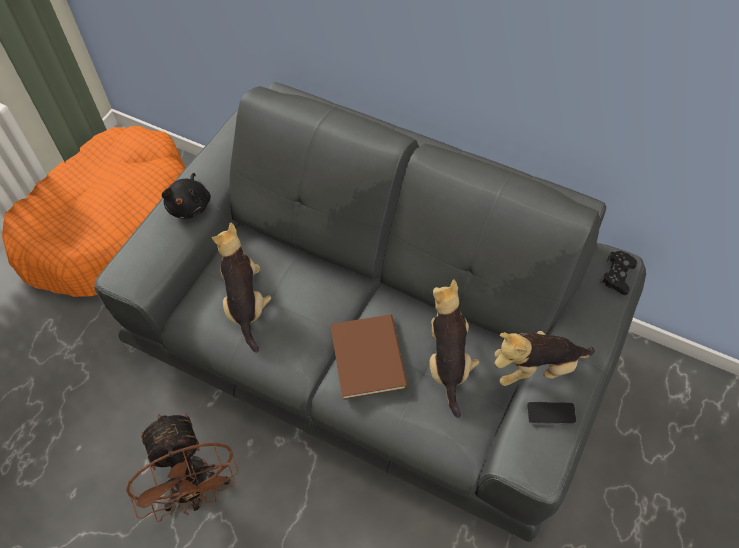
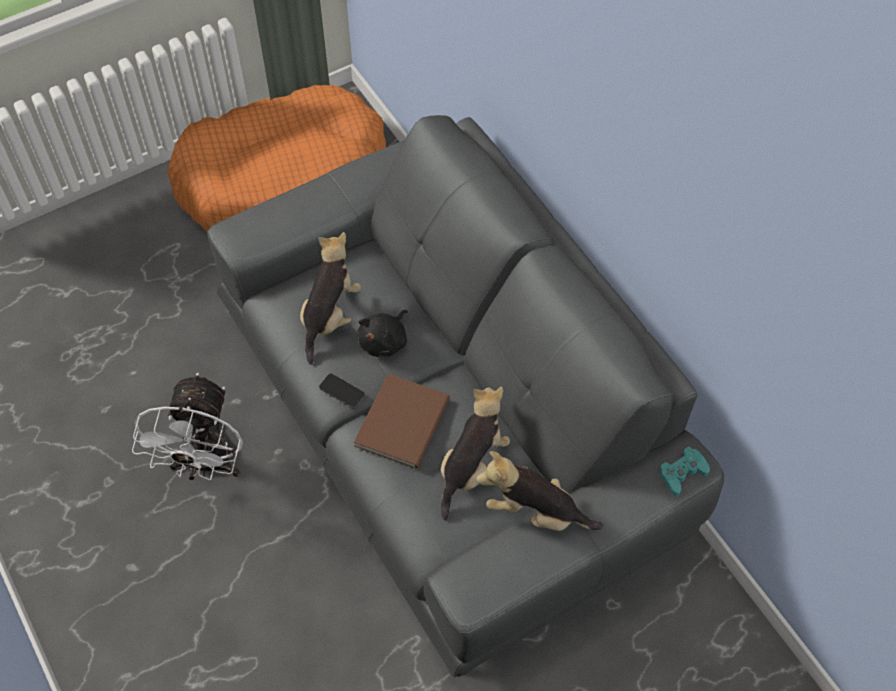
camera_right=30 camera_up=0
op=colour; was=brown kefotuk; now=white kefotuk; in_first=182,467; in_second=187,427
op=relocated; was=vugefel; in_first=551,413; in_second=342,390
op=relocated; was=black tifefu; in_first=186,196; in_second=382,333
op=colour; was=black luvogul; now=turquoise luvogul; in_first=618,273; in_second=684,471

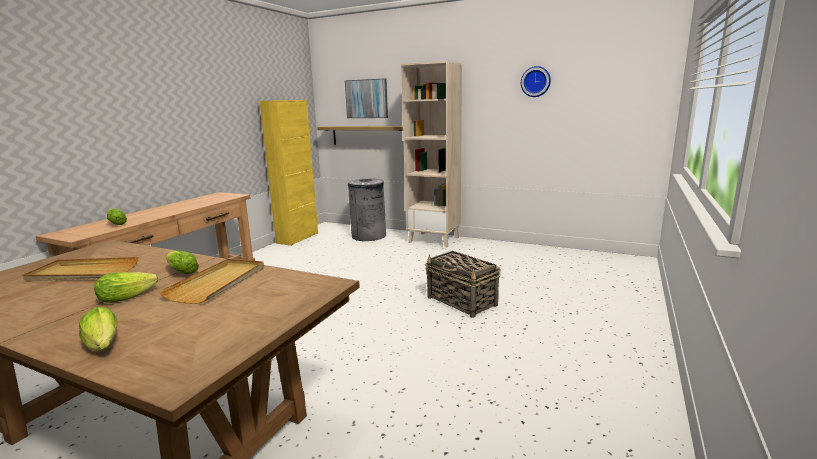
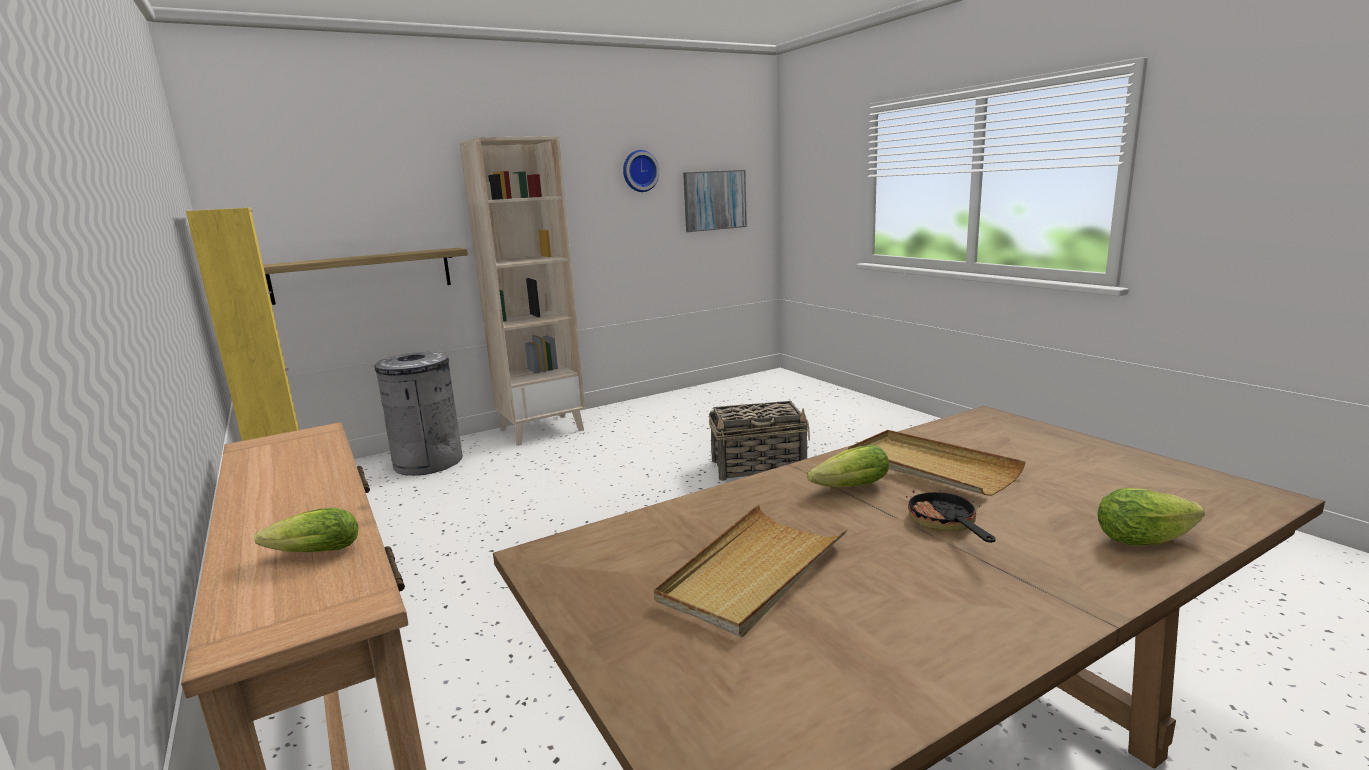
camera_right=-55 camera_up=0
op=relocated; was=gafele; in_first=366,98; in_second=715,201
op=exchanged; was=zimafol; now=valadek; in_first=126,287; in_second=950,512

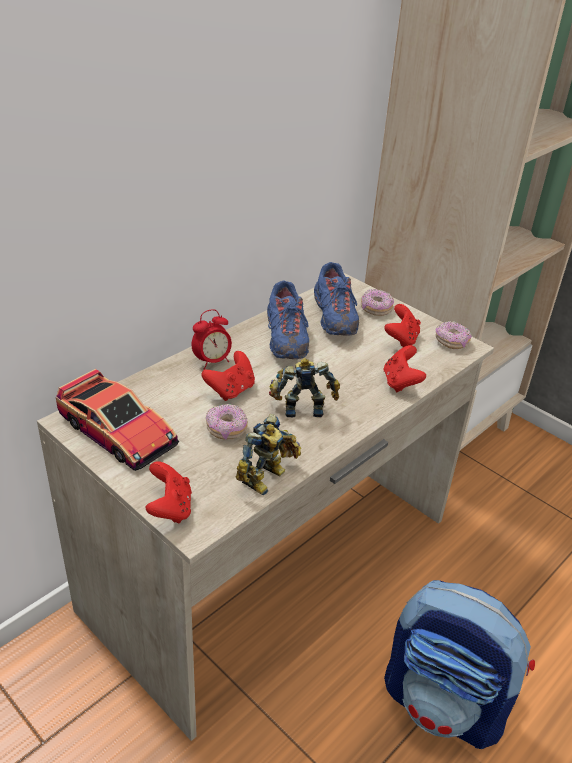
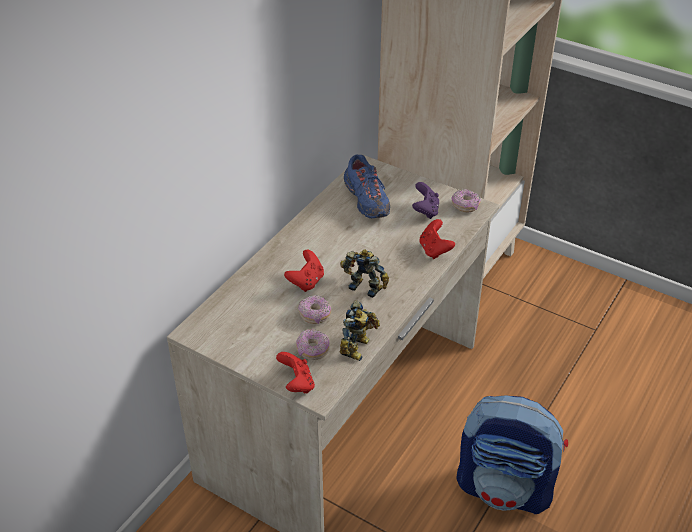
camera_right=-10 camera_up=5
op=relocated; was=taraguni; in_first=377,302; in_second=313,344
op=spun; was=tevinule; in_first=304,388; in_second=364,273; clockwise=45
op=colour; was=red luvogul; now=purple luvogul; in_first=402,325; in_second=425,200
op=missing; was=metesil; in_first=117,420
op=missing; was=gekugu; in_first=212,339
op=missing; was=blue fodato; in_first=288,320

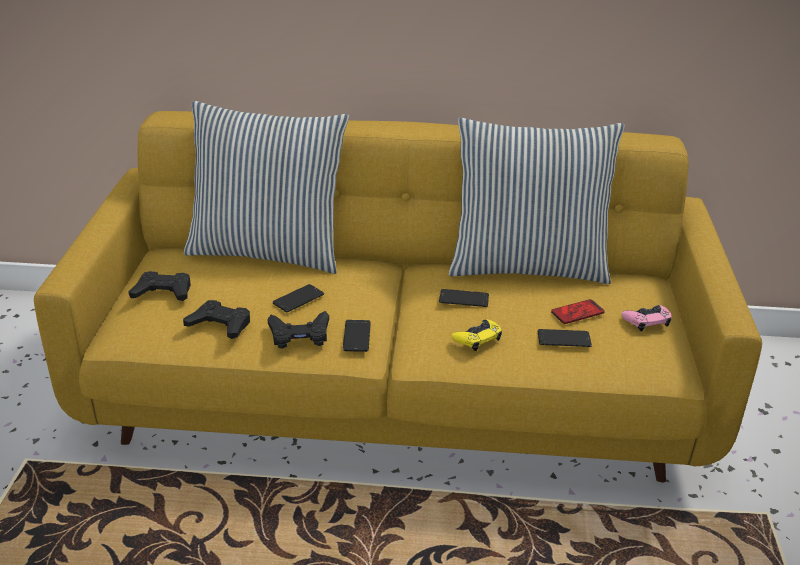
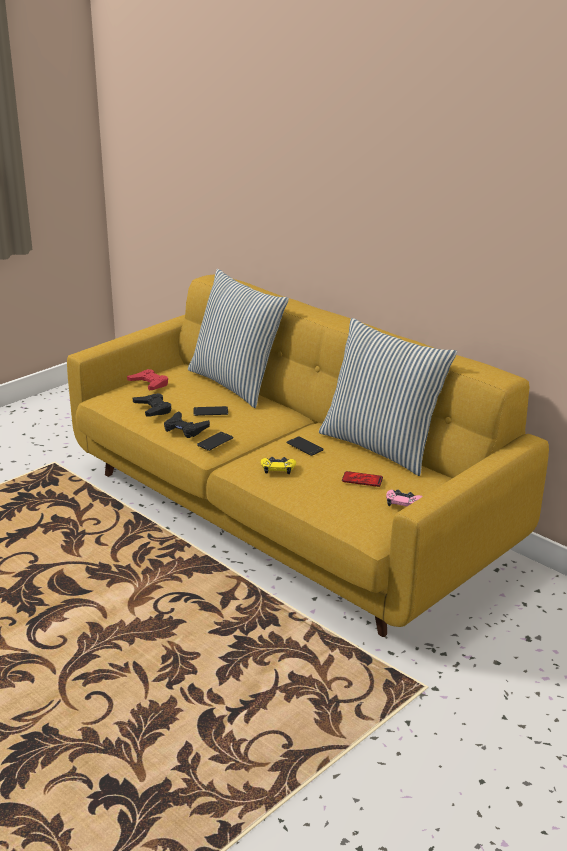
camera_right=40 camera_up=-5
op=colour; was=black luvogul; now=red luvogul; in_first=159,286; in_second=147,379
op=missing; was=vugefel; in_first=565,338

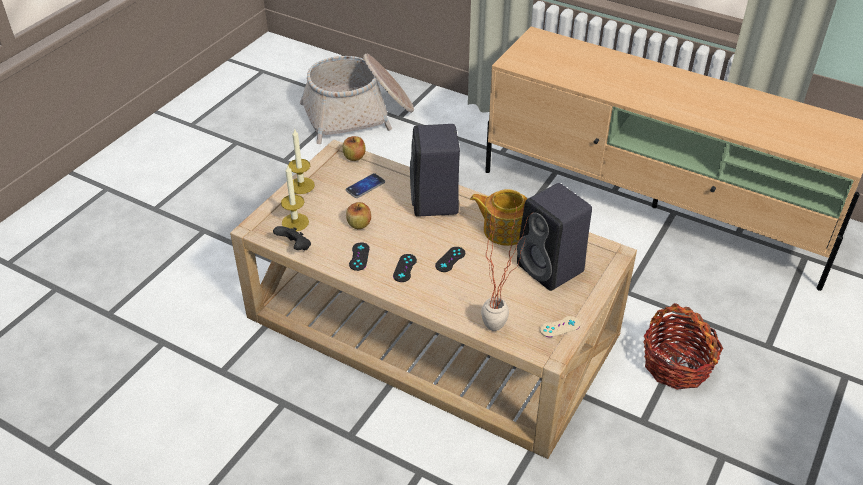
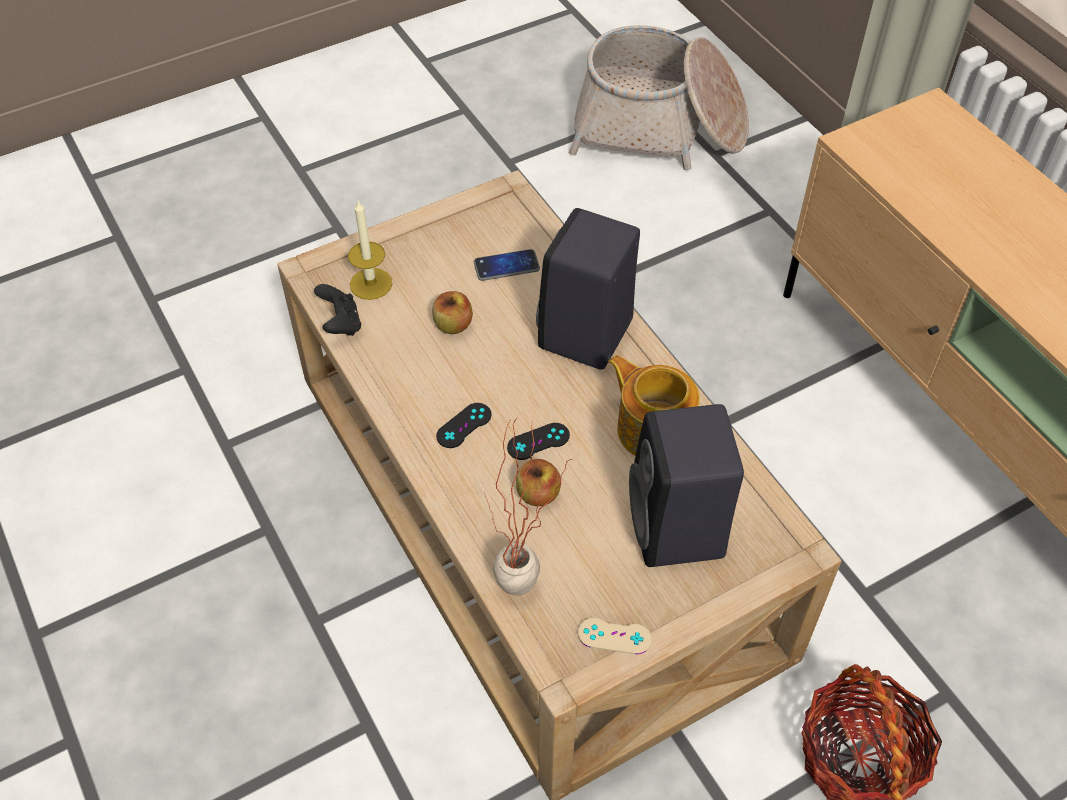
camera_right=30 camera_up=10
op=relocated; was=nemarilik; in_first=354,148; in_second=538,482
op=missing; was=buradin; in_first=301,161
op=missing; was=black luvogul; in_first=359,256

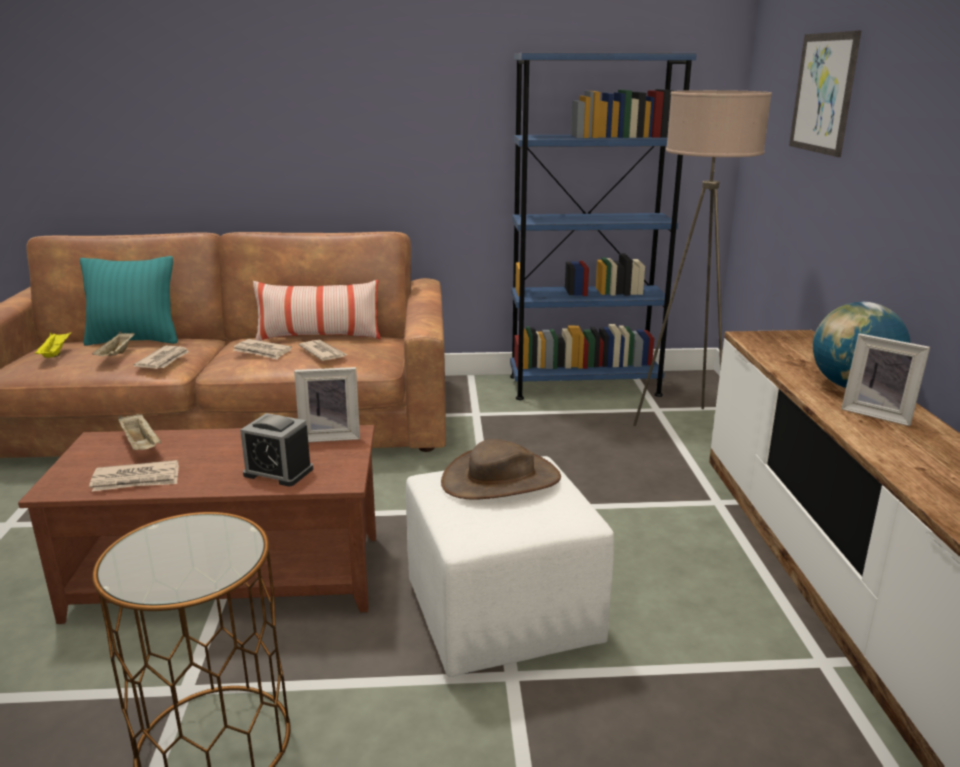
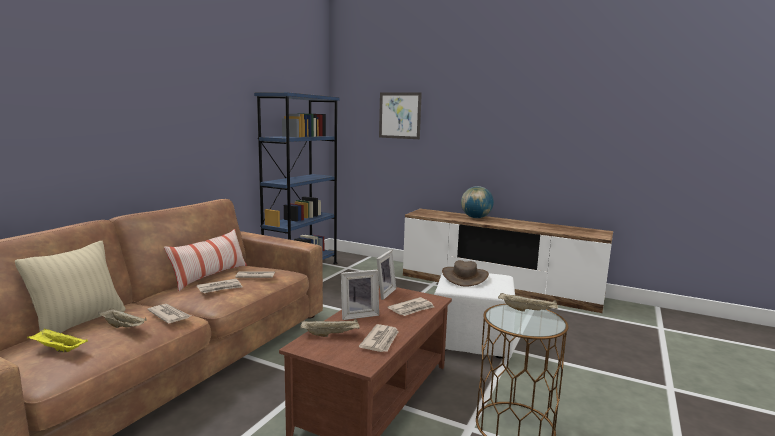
camera_right=-60 camera_up=-10
op=colour; was=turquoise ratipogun; now=beige ratipogun; in_first=129,300; in_second=70,287
op=relocated; was=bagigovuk; in_first=885,379; in_second=360,295
op=exchanged; was=gekugu; now=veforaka; in_first=276,449; in_second=411,306
op=appeared; now=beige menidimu; in_second=528,302
op=missing; was=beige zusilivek; in_first=702,258

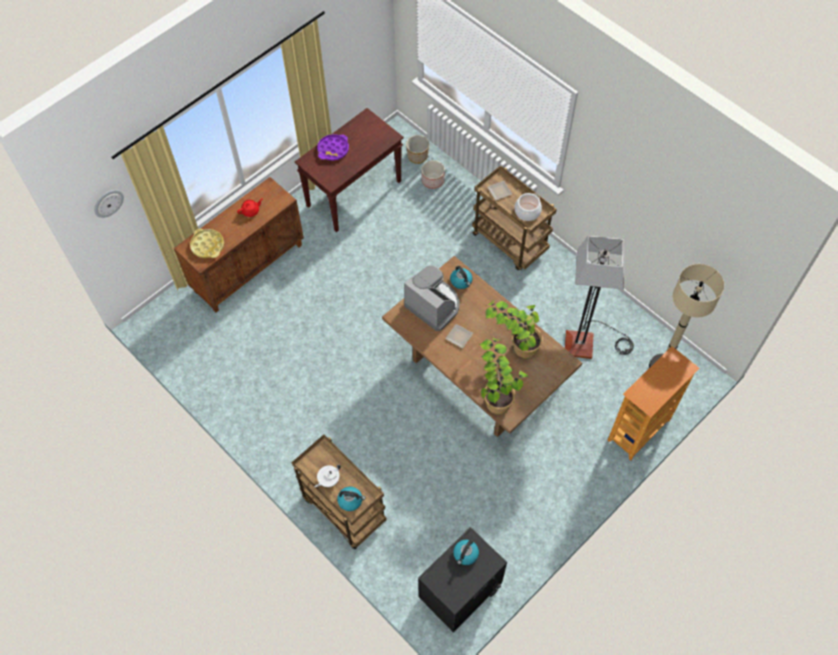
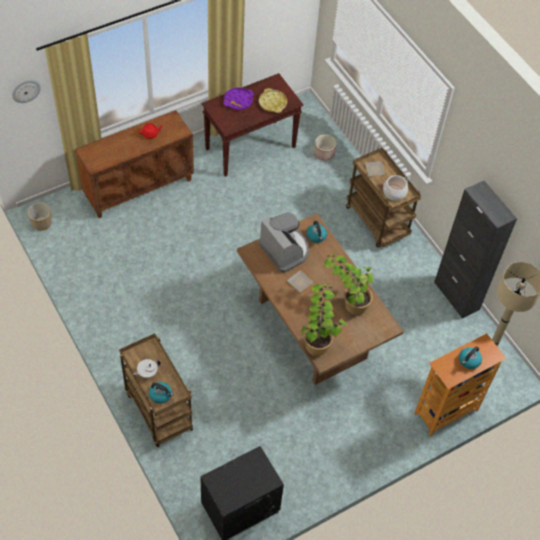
camera_right=10 camera_up=-5
op=relocated; was=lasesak; in_first=417,149; in_second=39,216
op=relocated; was=yellow menidimu; in_first=207,243; in_second=273,100
op=appeared; now=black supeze; in_second=475,250
op=relocated; was=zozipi; in_first=466,552; in_second=470,357
op=missing; was=zusilivek; in_first=599,297

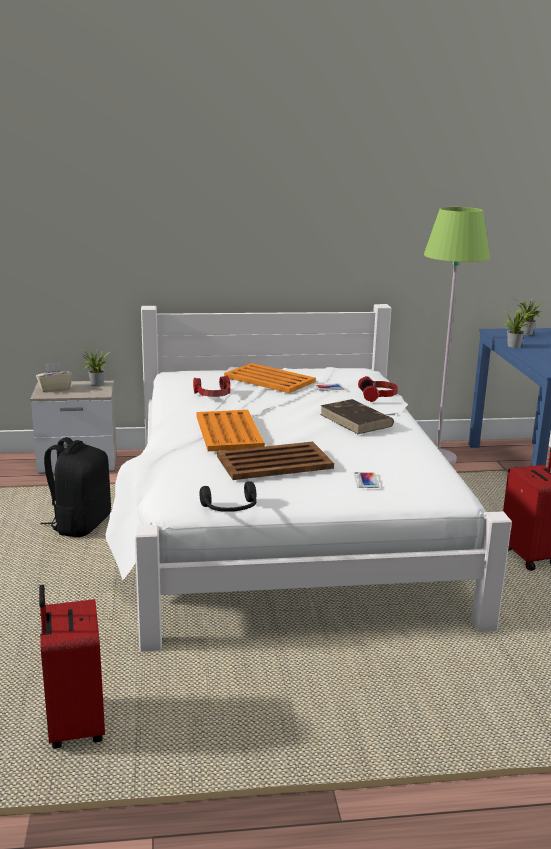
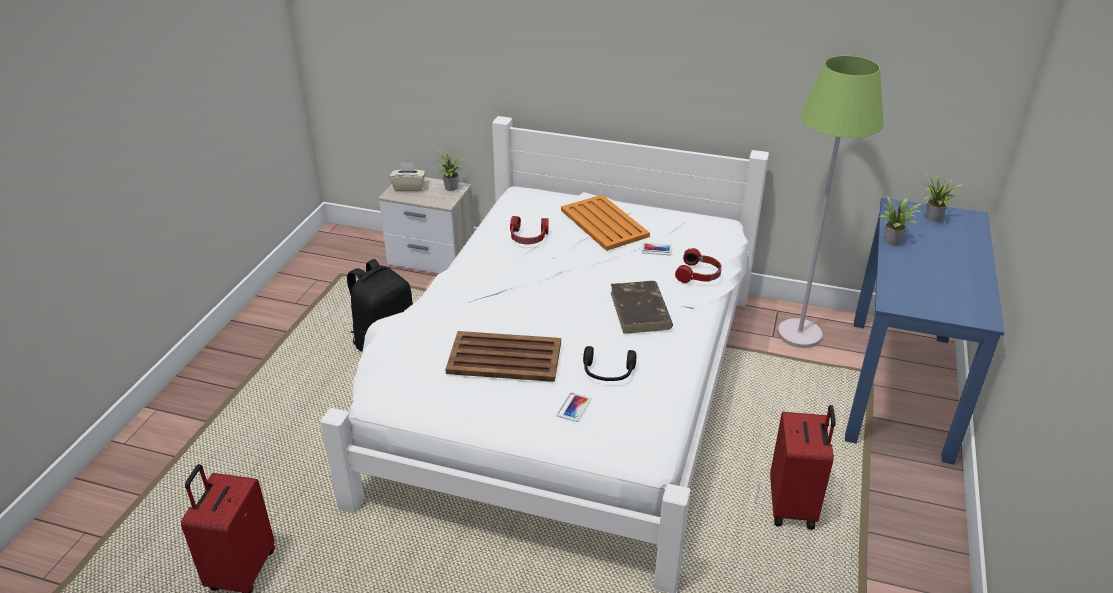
camera_right=25 camera_up=15
op=relocated; was=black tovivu; in_first=228,496; in_second=609,363
op=missing; was=orange menidimu; in_first=231,430

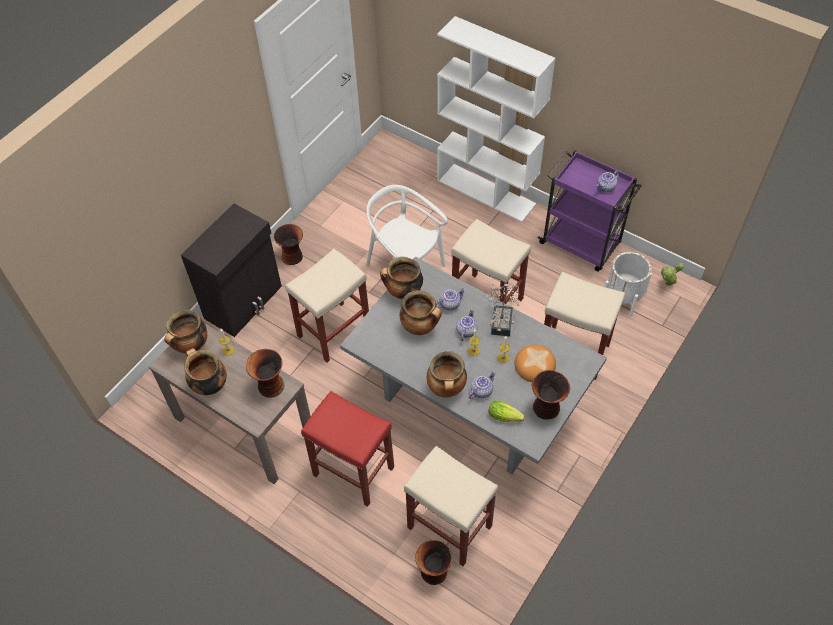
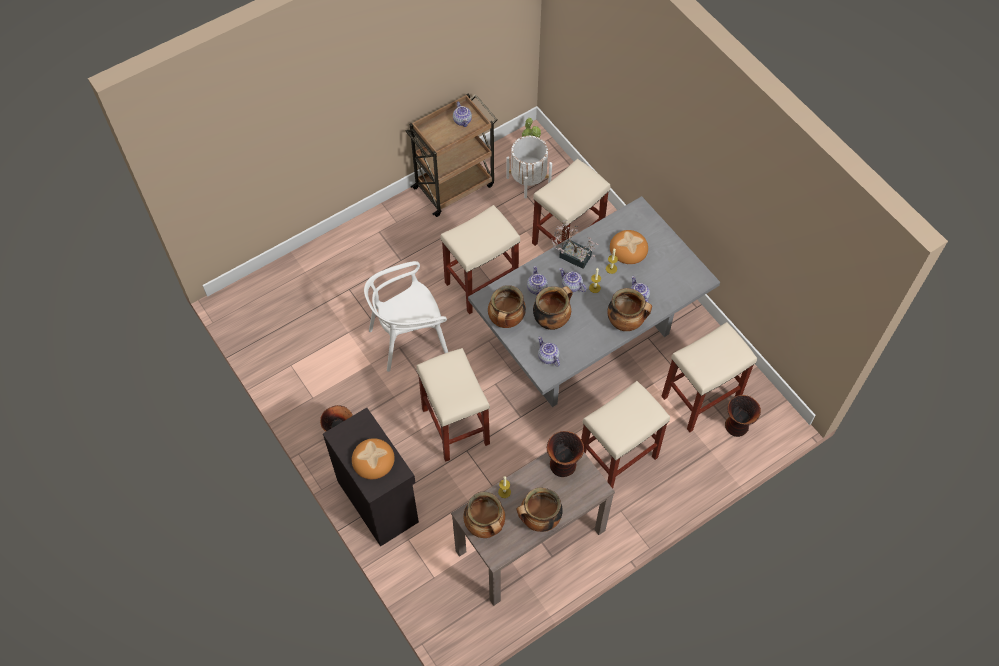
camera_right=-70 camera_up=5
op=appeared; now=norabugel; in_second=373,458
op=colour; was=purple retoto; now=brown retoto; in_first=590,211; in_second=451,155
op=appeared; now=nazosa; in_second=549,352
op=colour; was=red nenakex; now=beige nenakex; in_first=347,449; in_second=625,435
op=missing; was=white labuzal; in_first=496,119
op=missing; was=zimafol; in_first=506,412
op=missing; was=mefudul; in_first=551,395

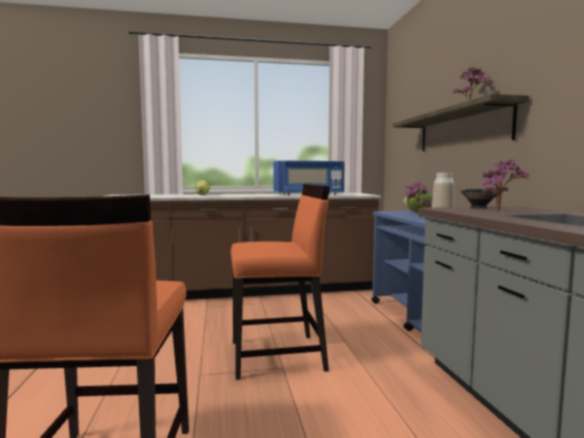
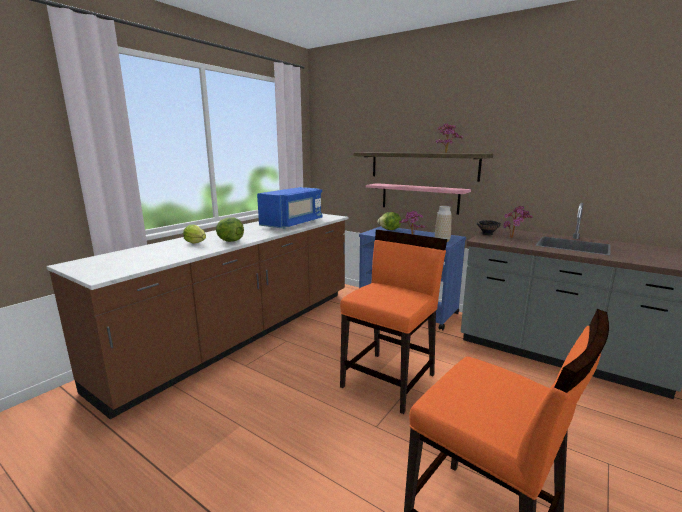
camera_right=-45 camera_up=10
op=appeared; now=zimafol; in_second=230,229
op=appeared; now=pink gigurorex; in_second=418,199

